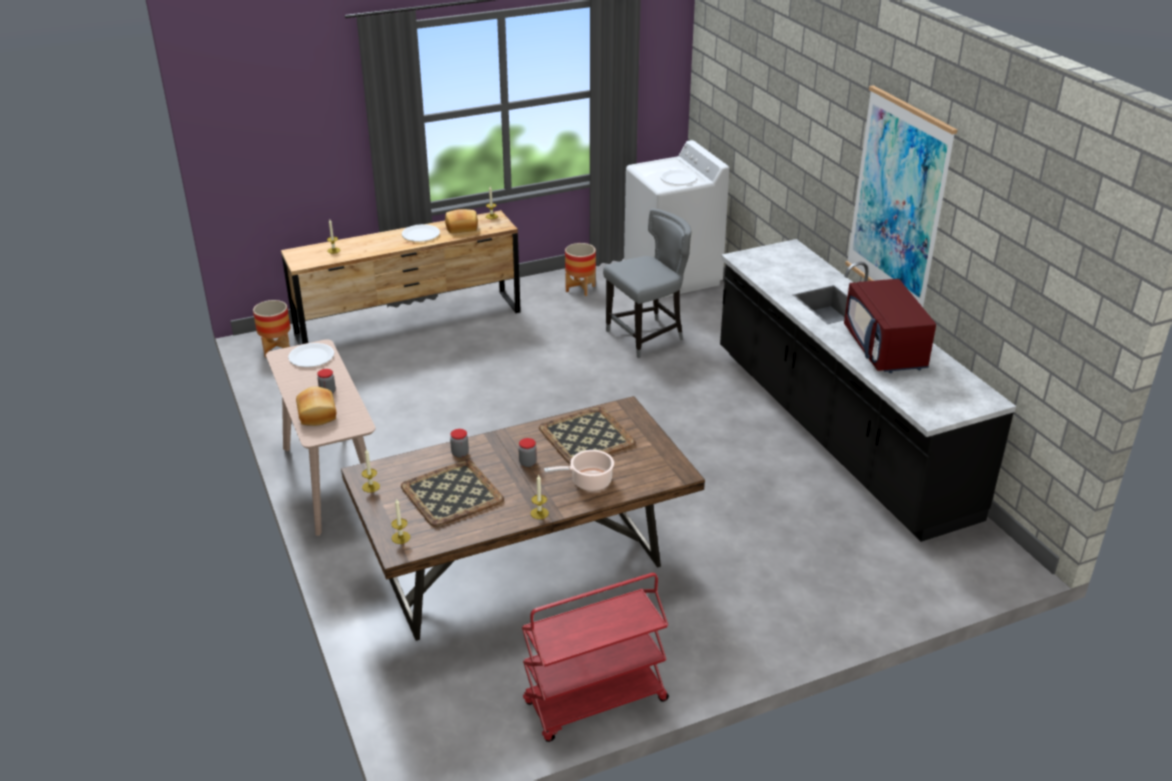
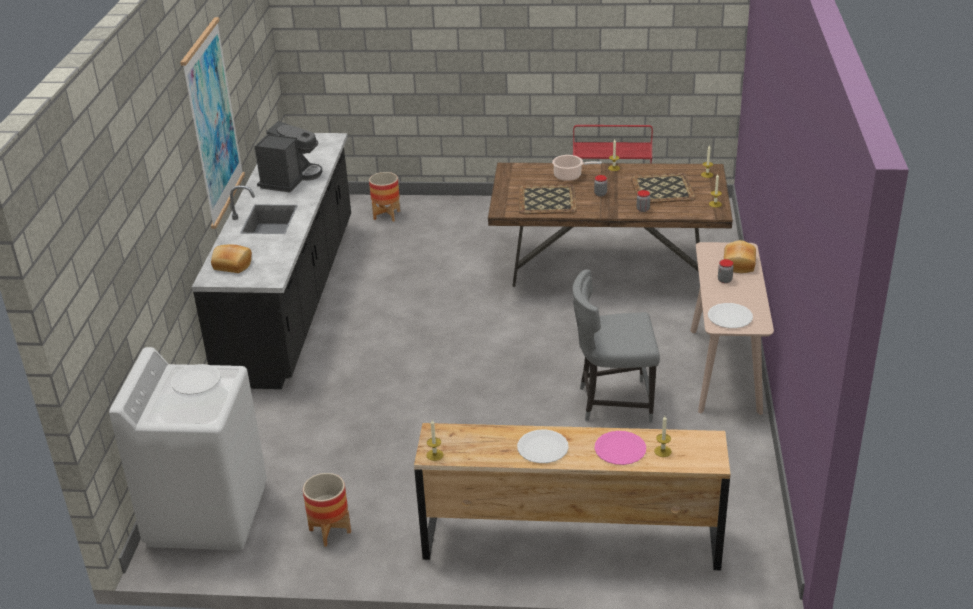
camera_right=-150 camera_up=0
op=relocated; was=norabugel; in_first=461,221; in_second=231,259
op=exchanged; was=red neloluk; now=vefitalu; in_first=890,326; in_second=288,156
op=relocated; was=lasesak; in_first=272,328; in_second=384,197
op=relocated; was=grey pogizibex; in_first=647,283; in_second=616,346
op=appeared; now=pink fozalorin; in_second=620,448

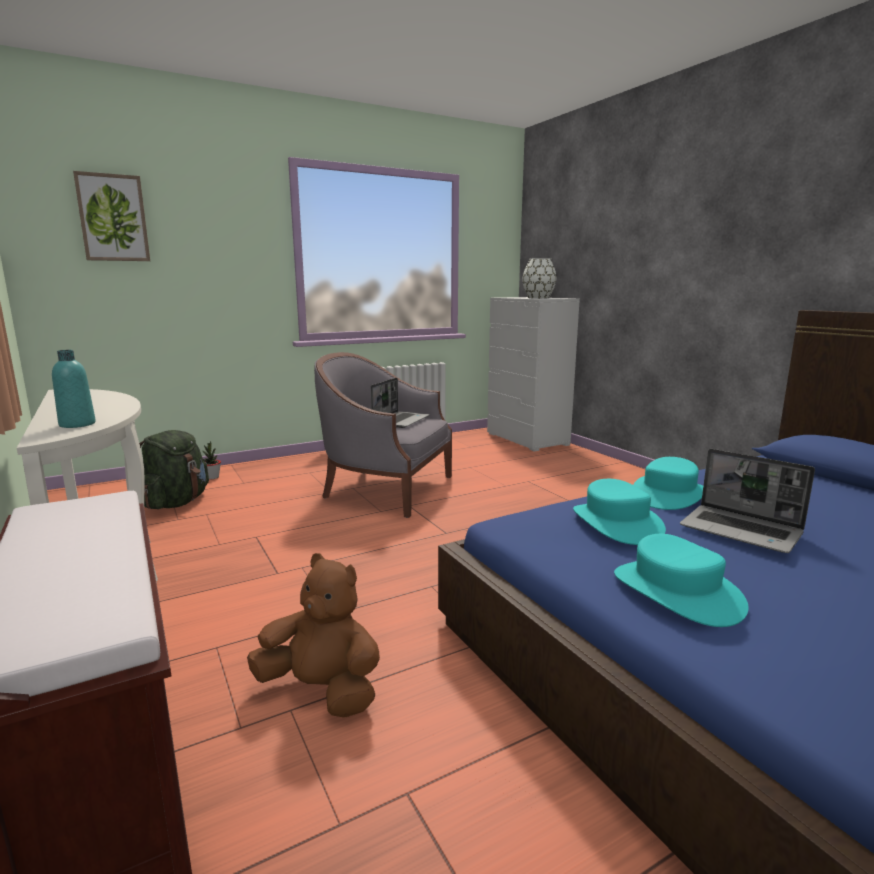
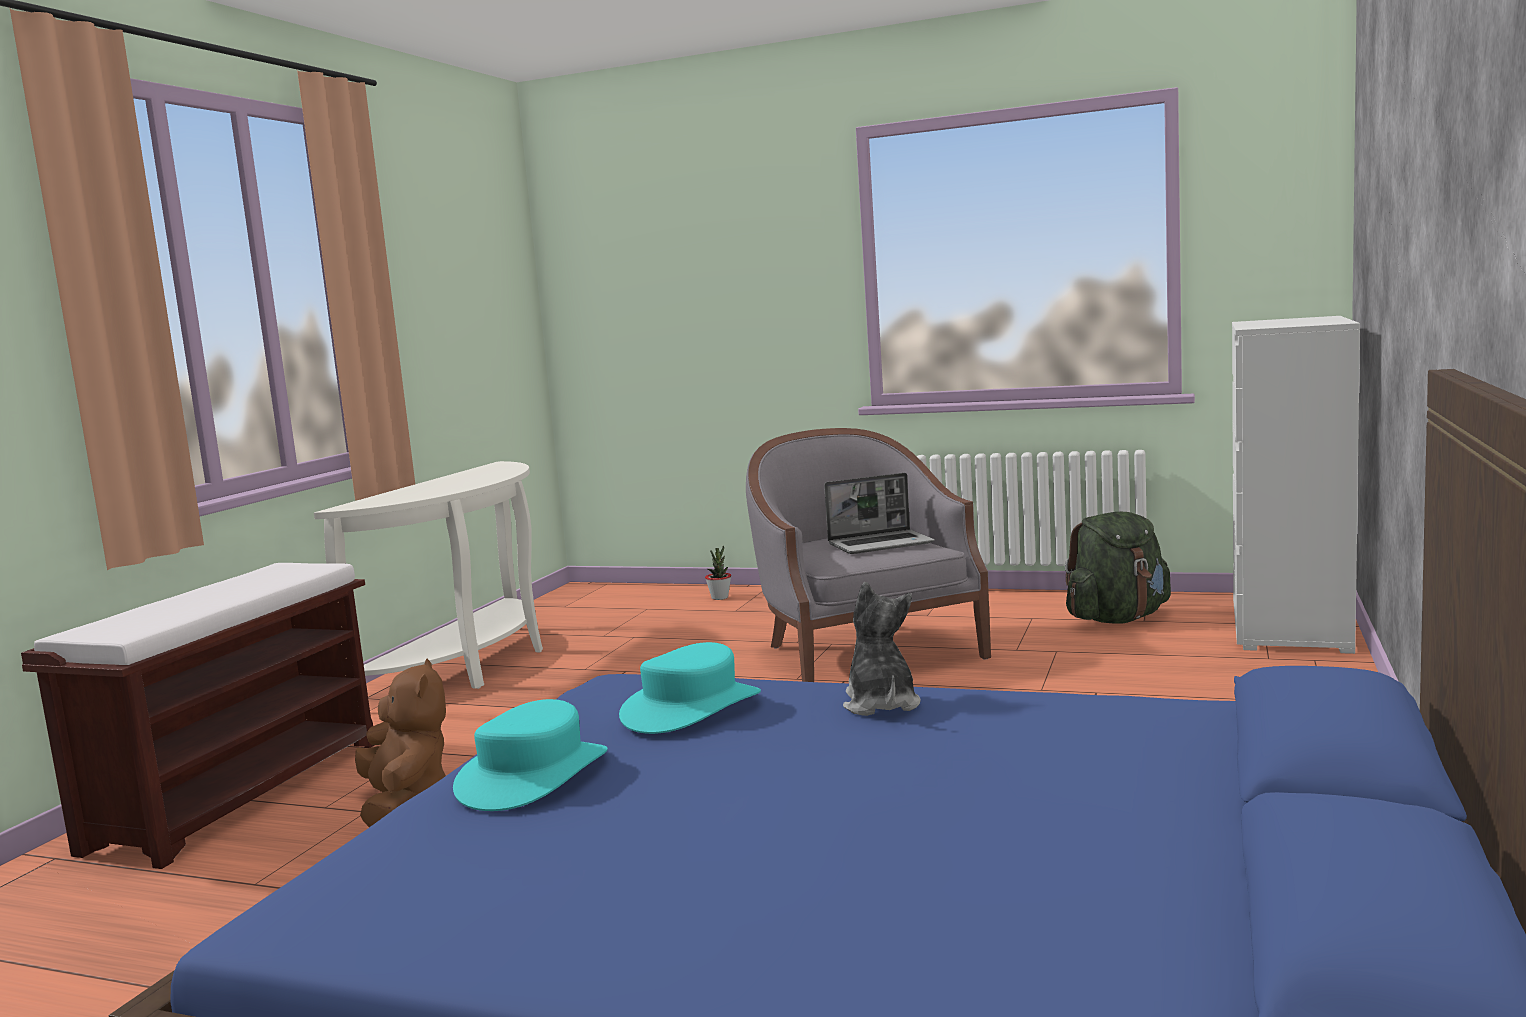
camera_right=50 camera_up=-5
op=exchanged; was=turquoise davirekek; now=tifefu; in_first=668,483; in_second=882,649
op=relocated; was=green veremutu; in_first=174,469; in_second=1118,567
op=missing; was=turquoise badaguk; in_first=73,389
op=missing; was=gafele; in_first=111,216
op=missing; was=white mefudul; in_first=539,278
op=missing; was=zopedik; in_first=747,501

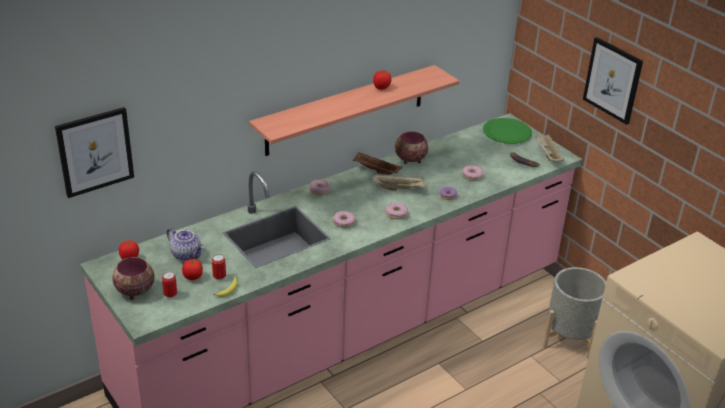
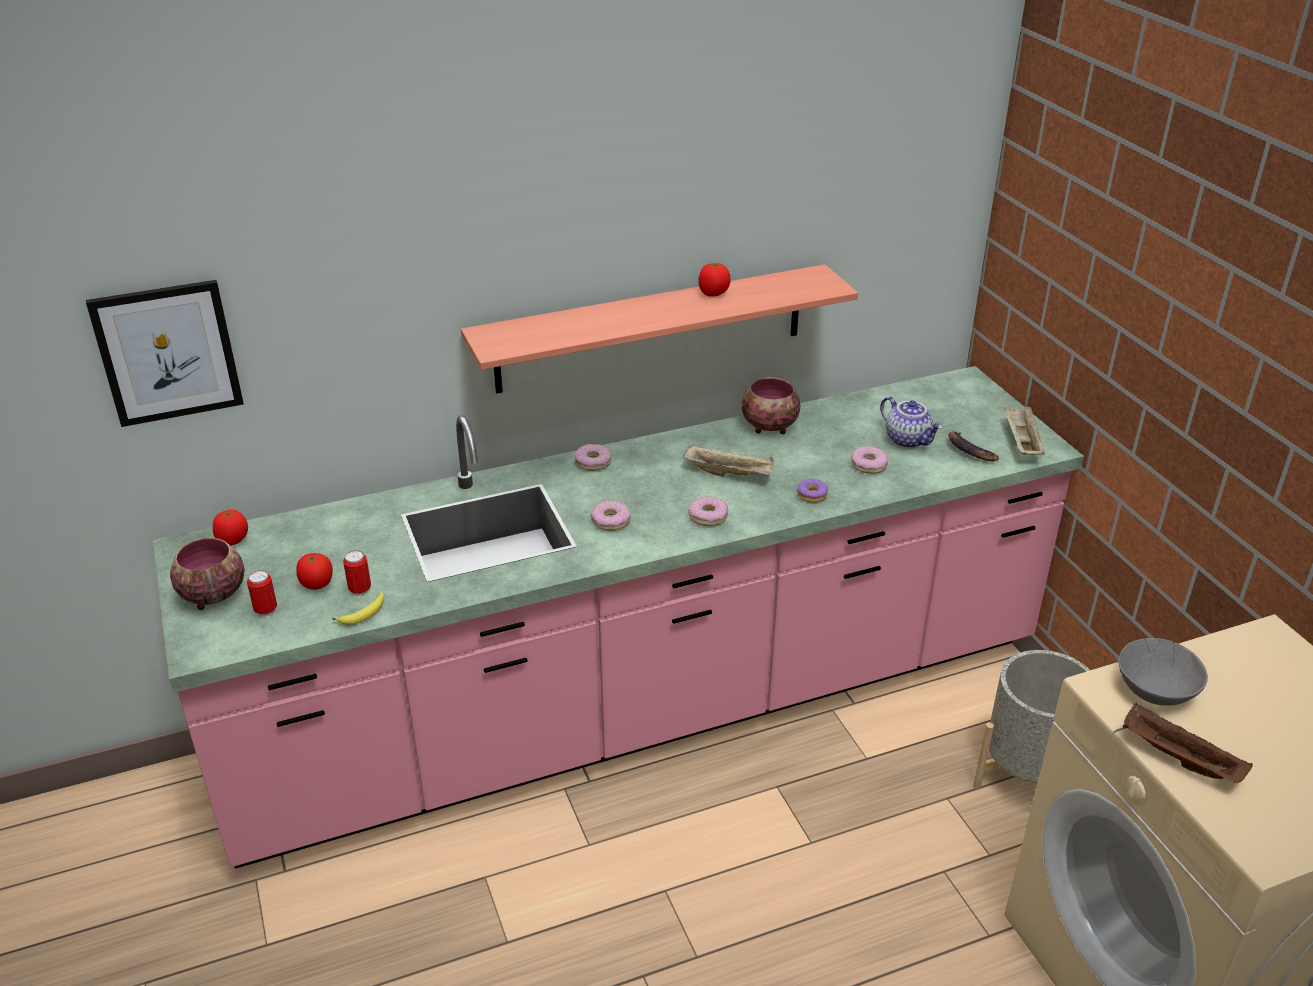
camera_right=15 camera_up=0
op=relocated; was=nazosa; in_first=185,244; in_second=911,422
op=appeared; now=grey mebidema; in_second=1163,672
op=relocated; was=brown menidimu; in_first=377,163; in_second=1188,743
op=missing; was=green fozalorin; in_first=507,131
op=missing; was=gafele; in_first=613,81

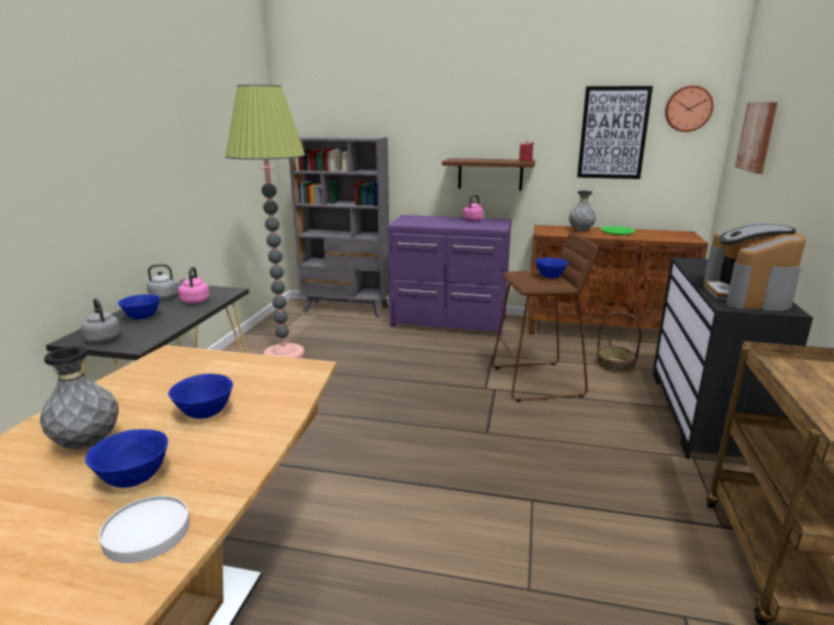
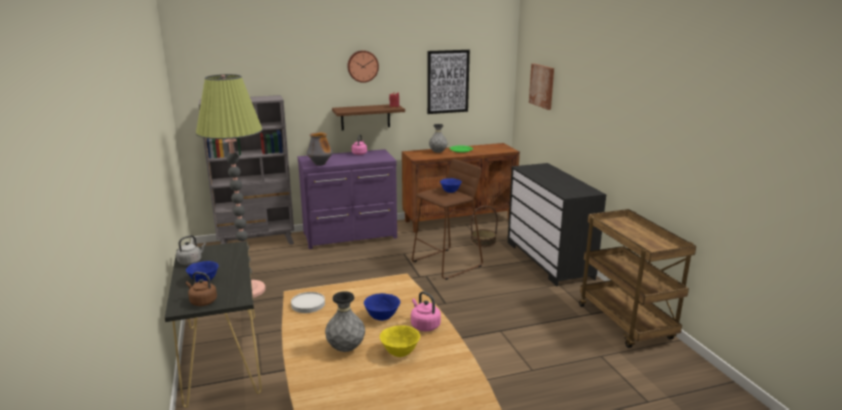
camera_right=-30 camera_up=0
op=colour; was=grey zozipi; now=brown zozipi; in_first=101,320; in_second=201,289
op=relocated; was=white fozalorin; in_first=144,529; in_second=308,302
op=appeared; now=mefudul; in_second=319,149
op=relocated; was=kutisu; in_first=689,108; in_second=363,66
op=colour; was=blue mebidema; now=yellow mebidema; in_first=126,458; in_second=400,341
op=relocated; was=pink zozipi; in_first=193,285; in_second=426,311
op=missing; was=vefitalu; in_first=755,266

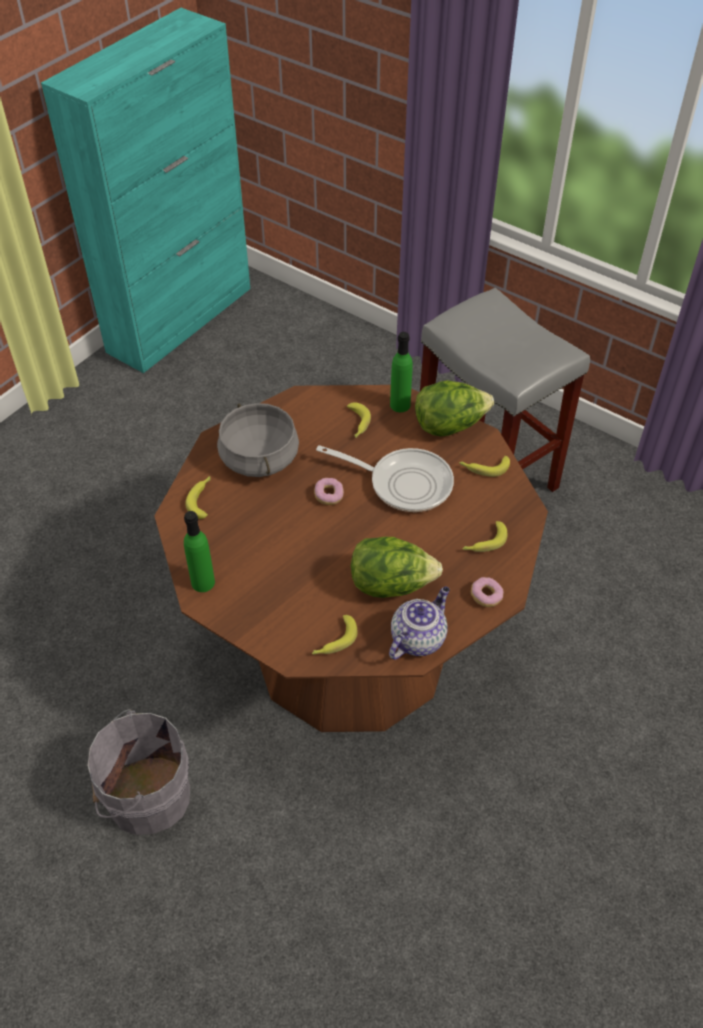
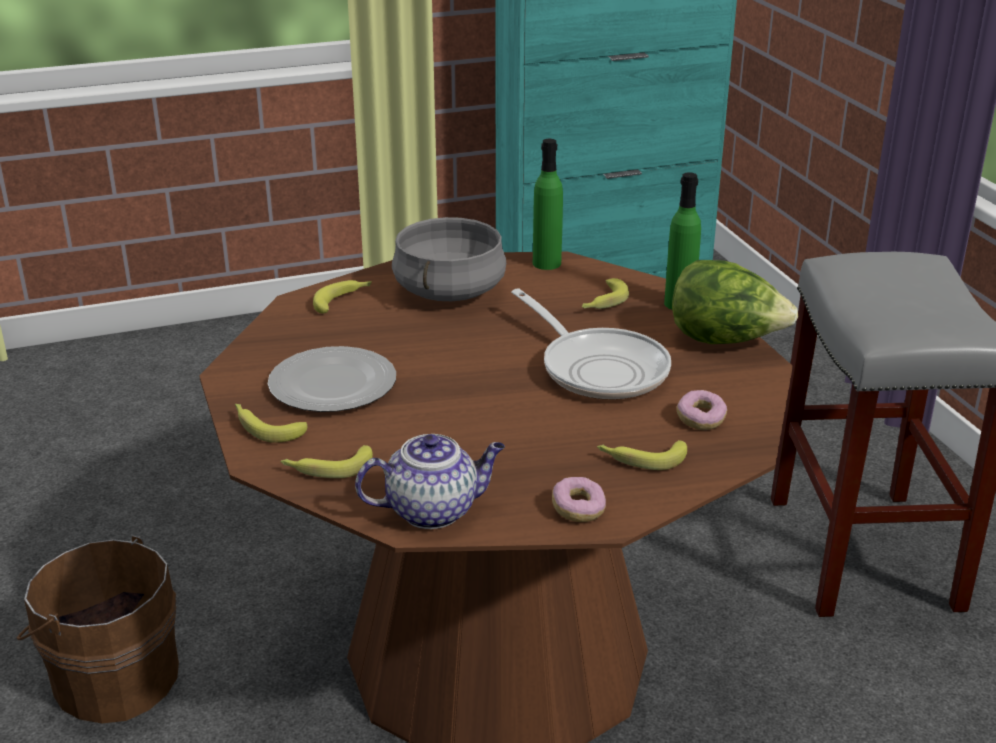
camera_right=35 camera_up=-20
op=colour; was=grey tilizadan; now=brown tilizadan; in_first=138,772; in_second=98,629
op=relocated; was=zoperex; in_first=484,466; in_second=271,423
op=appeared; now=fozalorin; in_second=332,379
op=relocated; was=green badaguk; in_first=199,551; in_second=548,204
op=relocated; was=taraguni; in_first=329,491; in_second=701,410
op=missing; was=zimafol; in_first=397,567

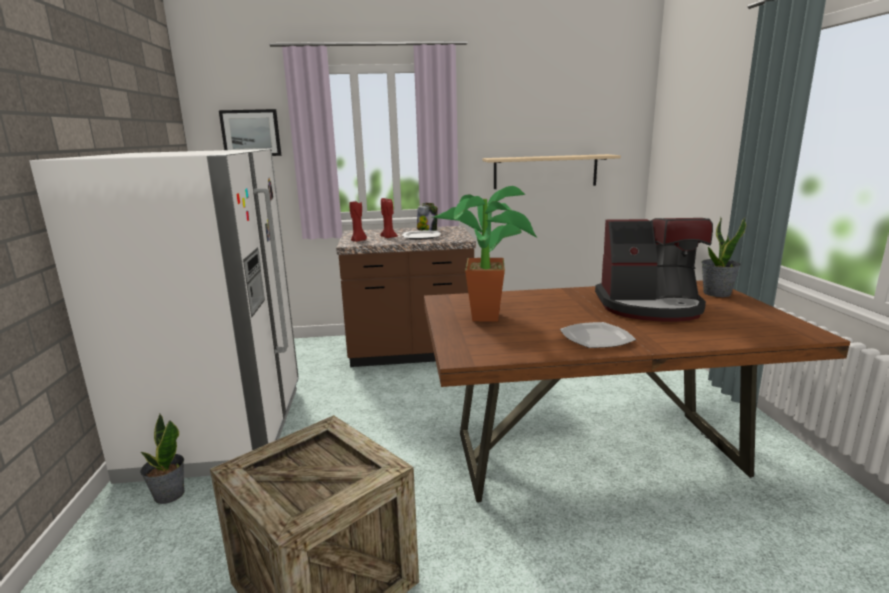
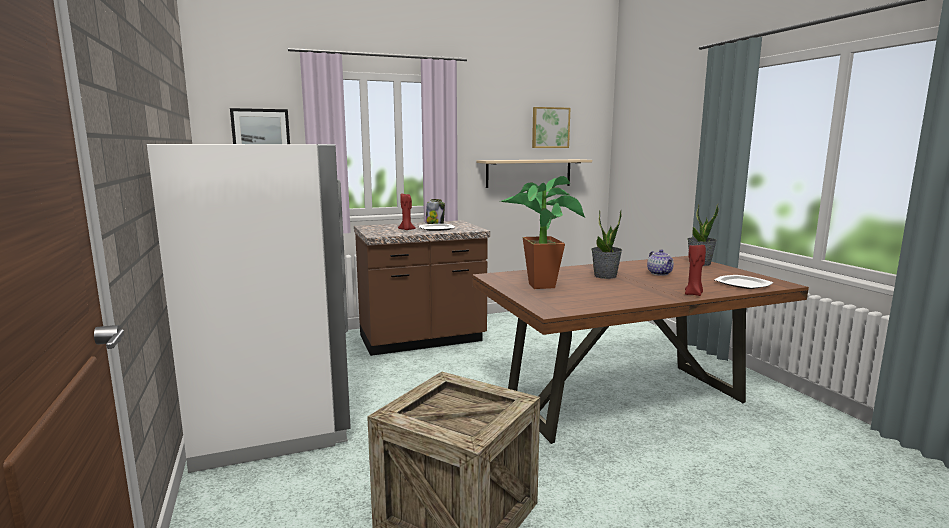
camera_right=-15 camera_up=-5
op=appeared; now=gafele; in_second=551,127
op=relocated; was=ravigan; in_first=162,459; in_second=606,244
op=exchanged; was=vefitalu; now=nazosa; in_first=654,270; in_second=660,263
op=relocated; was=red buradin; in_first=358,221; in_second=695,270
op=relocated; was=fozalorin; in_first=598,335; in_second=743,282

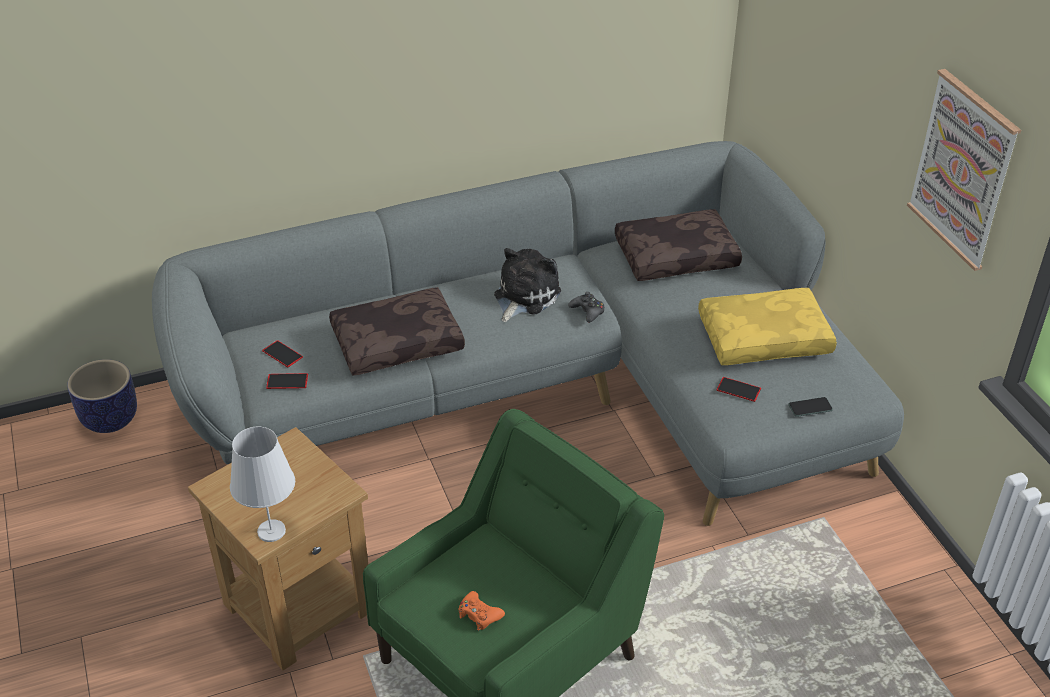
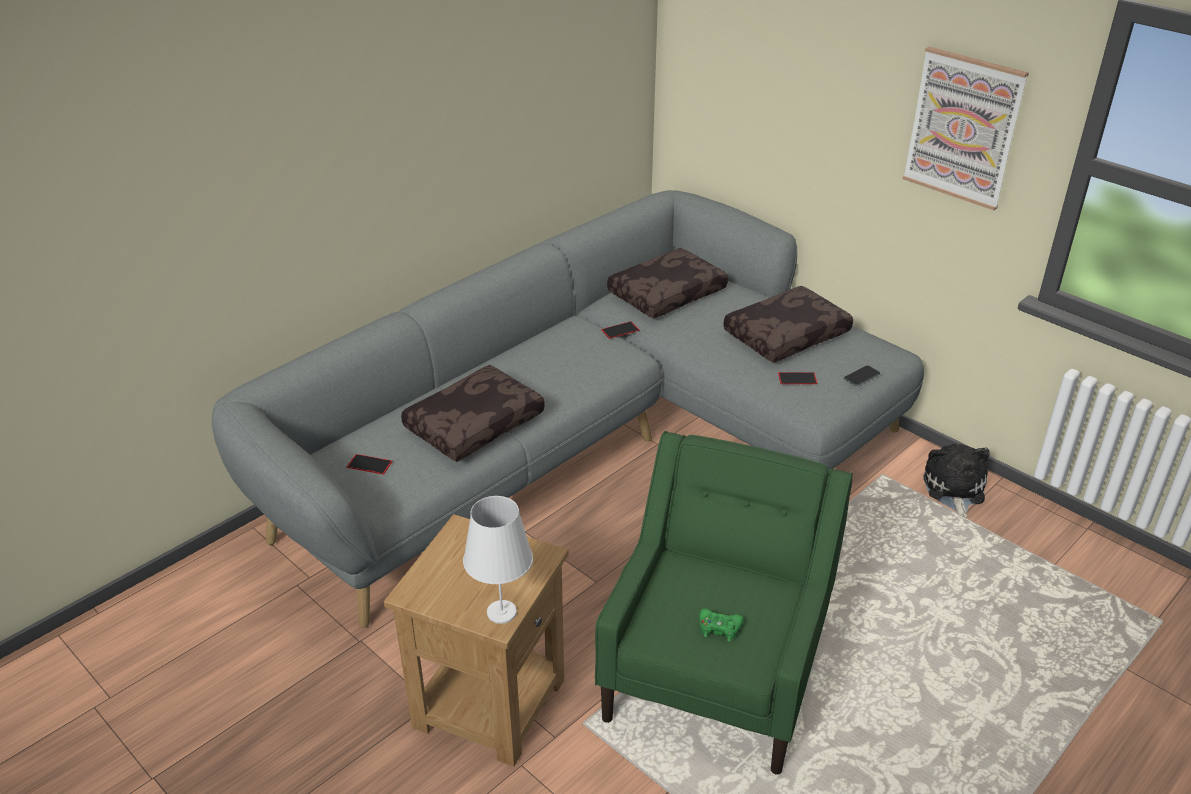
camera_right=-25 camera_up=-5
op=relocated; was=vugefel; in_first=287,381; in_second=620,330
op=colour; was=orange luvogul; now=green luvogul; in_first=481,611; in_second=721,625
op=colour; was=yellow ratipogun; now=brown ratipogun; in_first=767,326; in_second=788,324
op=relocated; was=tifefu; in_first=527,285; in_second=956,481
op=missing; was=lasesak; in_first=102,396
op=missing; was=black luvogul; in_first=586,307

